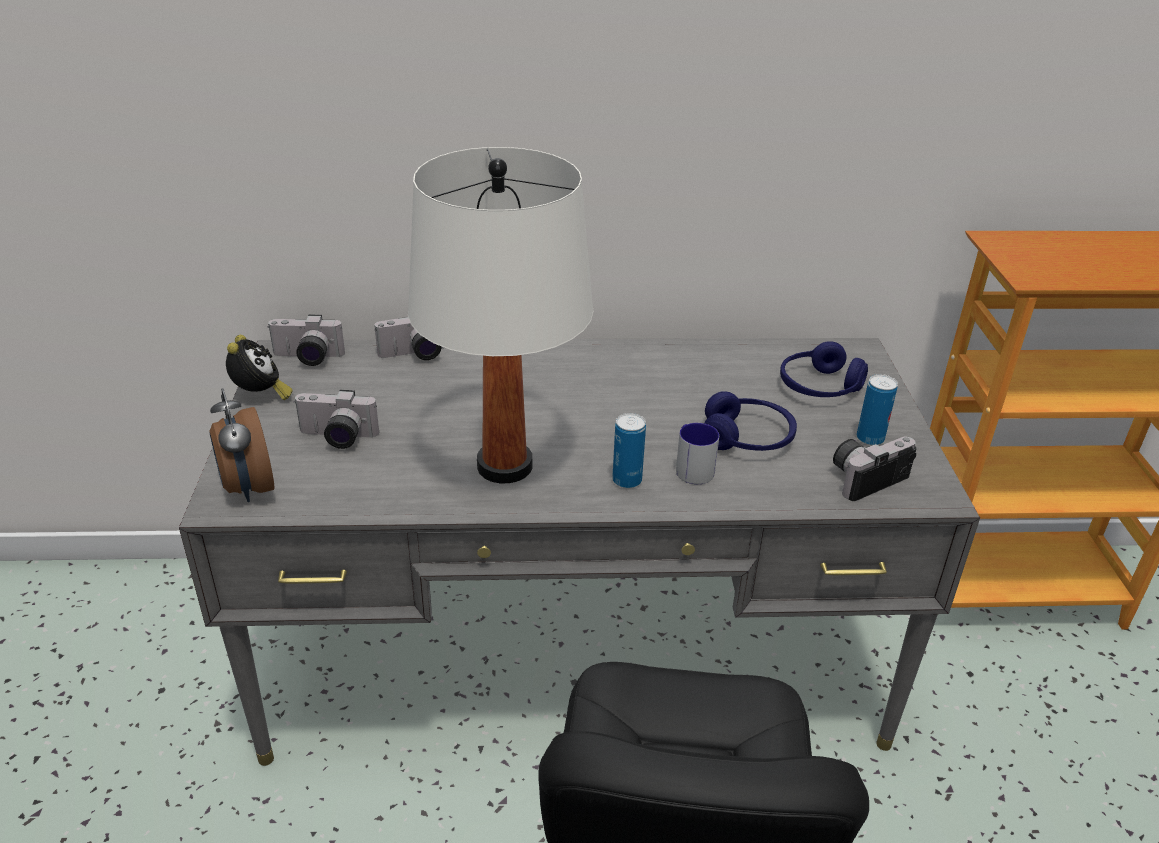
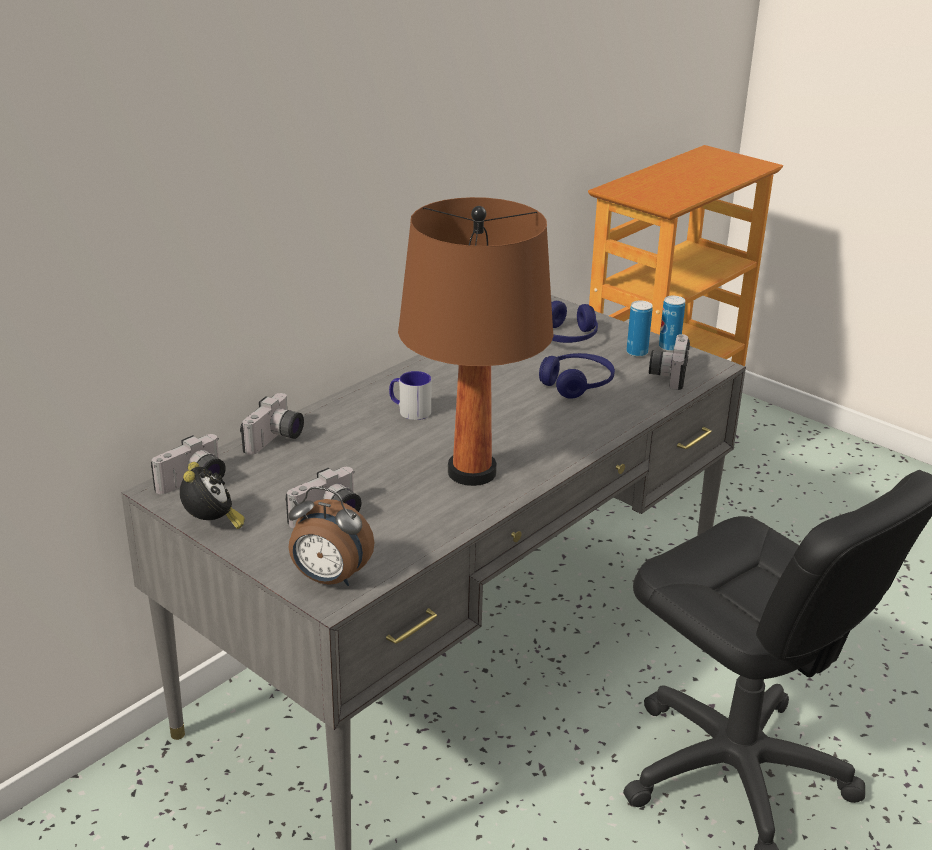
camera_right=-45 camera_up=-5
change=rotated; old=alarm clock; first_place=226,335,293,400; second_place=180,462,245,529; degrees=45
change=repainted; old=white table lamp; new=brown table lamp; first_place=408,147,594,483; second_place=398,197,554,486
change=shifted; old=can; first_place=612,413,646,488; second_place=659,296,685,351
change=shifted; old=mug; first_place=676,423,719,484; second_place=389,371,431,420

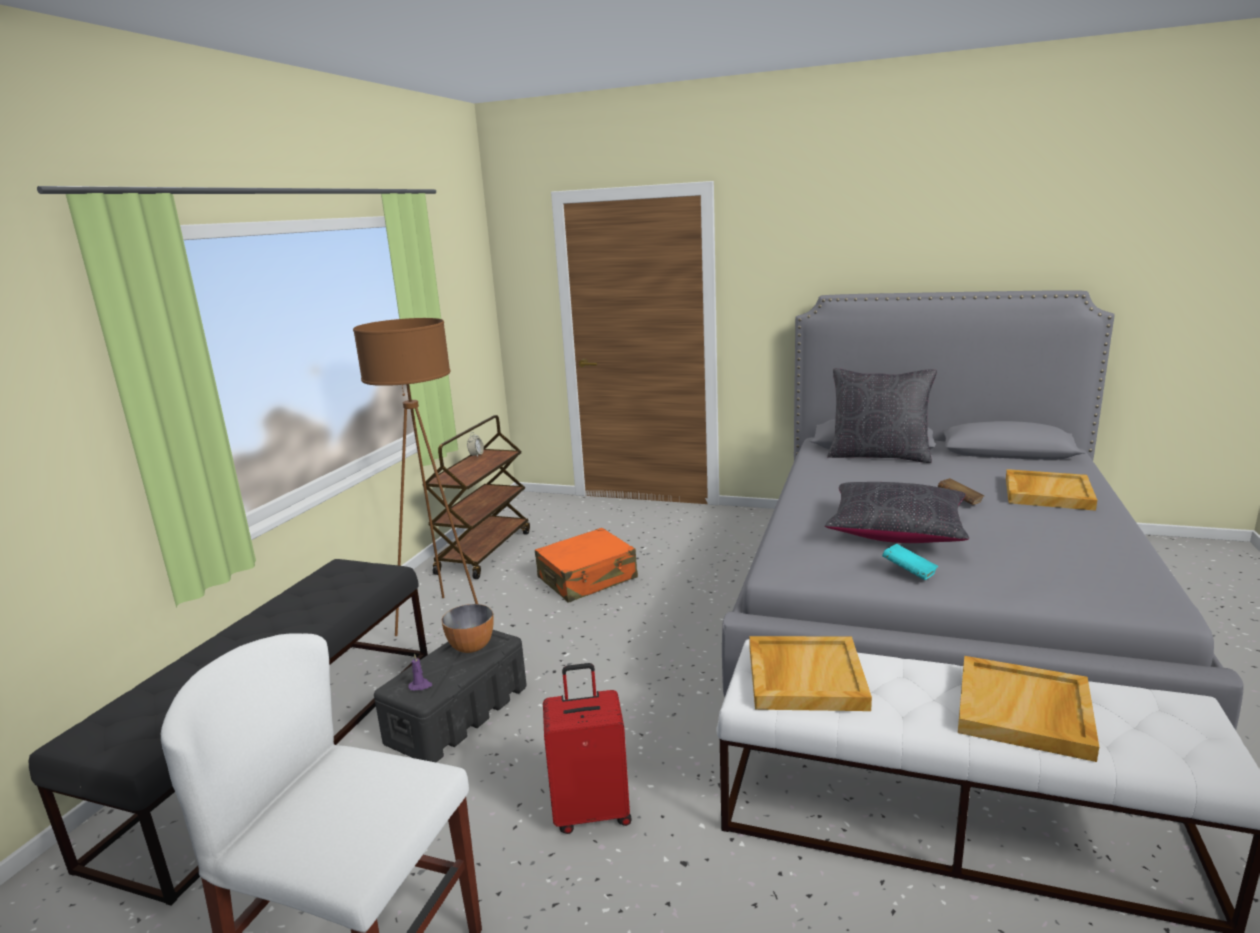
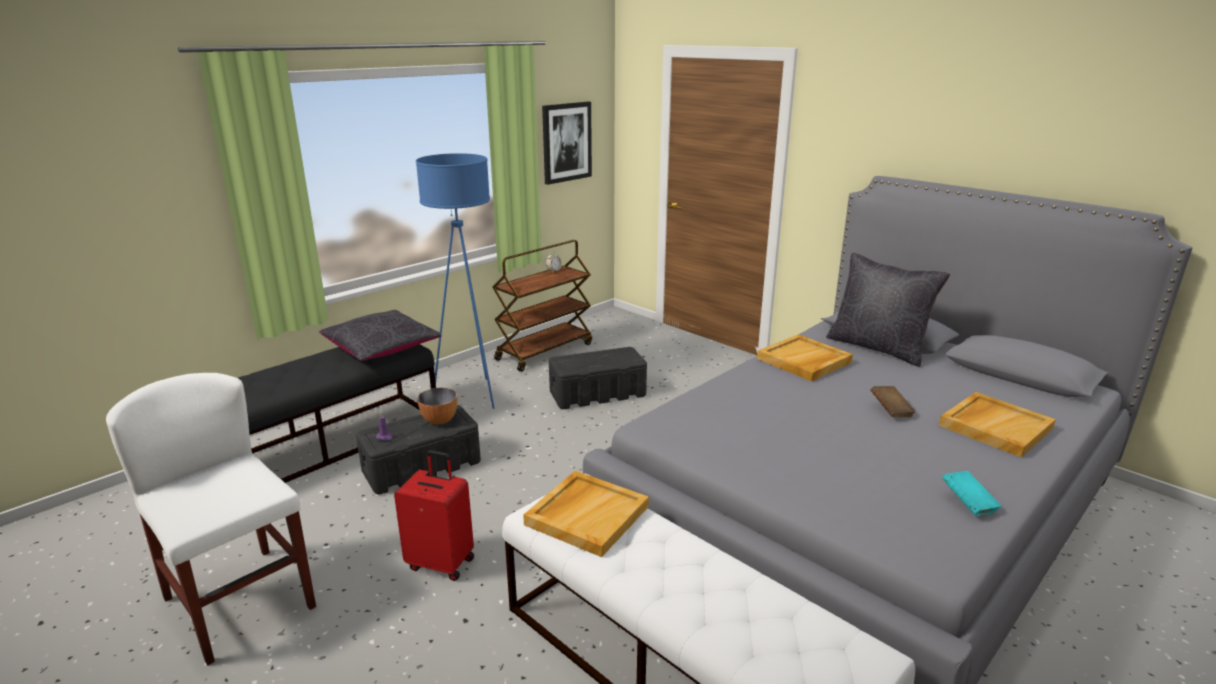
camera_right=25 camera_up=5
change=repainted; old=brown floor lamp; new=blue floor lamp; first_place=353,318,478,636; second_place=416,153,495,409
change=swapped; old=orange suitcase; new=black storage box; first_place=535,528,638,603; second_place=549,347,647,409
change=shifted; old=black pillow; first_place=825,482,969,543; second_place=319,310,442,361
change=shifted; old=turquoise book; first_place=882,544,938,580; second_place=942,471,1001,516
change=shifted; old=beige tray; first_place=958,656,1099,762; second_place=757,334,853,382
change=new; new=picture; second_place=542,102,592,185

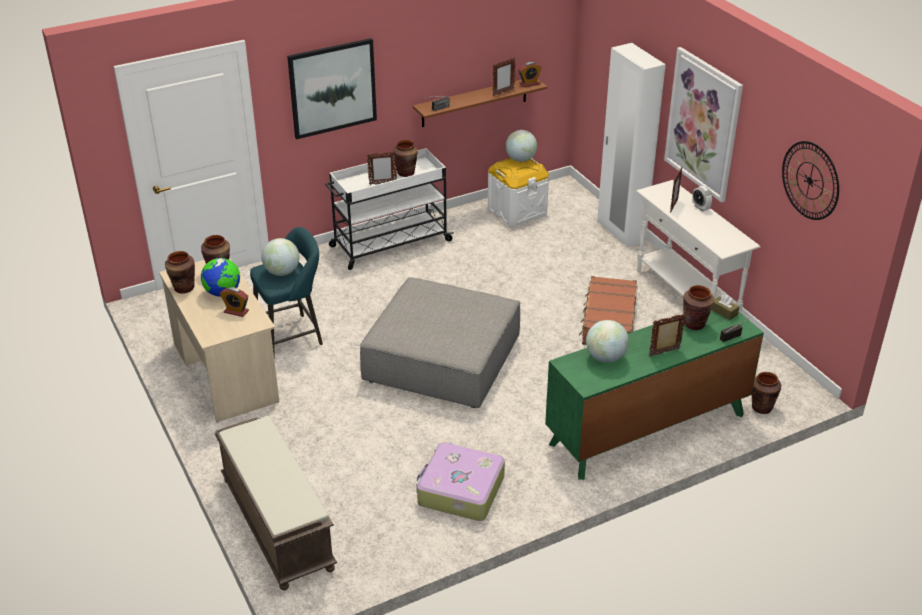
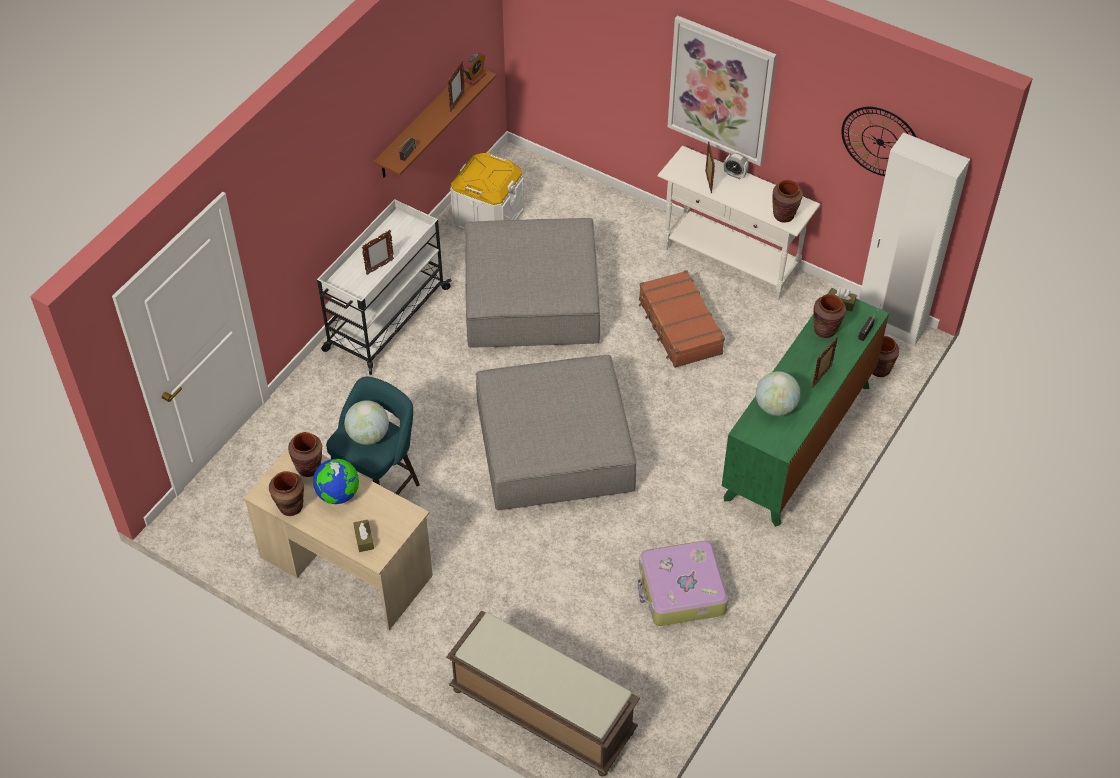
camera_right=-30 camera_up=15
change=gone; old=alarm clock; first_place=220,287,249,317
change=gone; old=picture; first_place=287,38,377,139
change=shifted; old=brown vase; first_place=393,140,418,177; second_place=772,180,803,223
change=gone; old=globe; first_place=506,130,537,162
change=shifted; old=white wardrobe; first_place=597,43,666,247; second_place=859,132,970,346
change=new; new=brown tissue box; second_place=353,520,374,552
change=new; new=grey ottoman; second_place=465,218,600,348

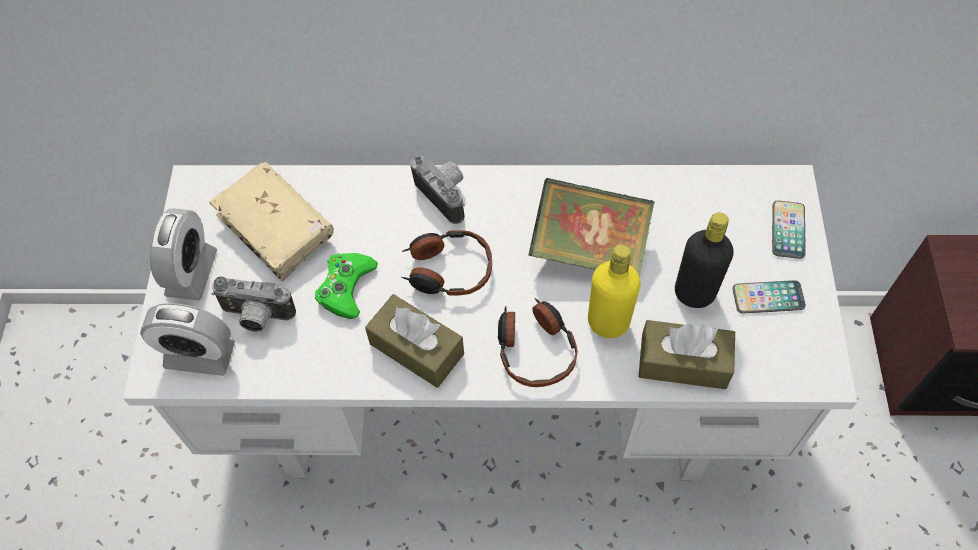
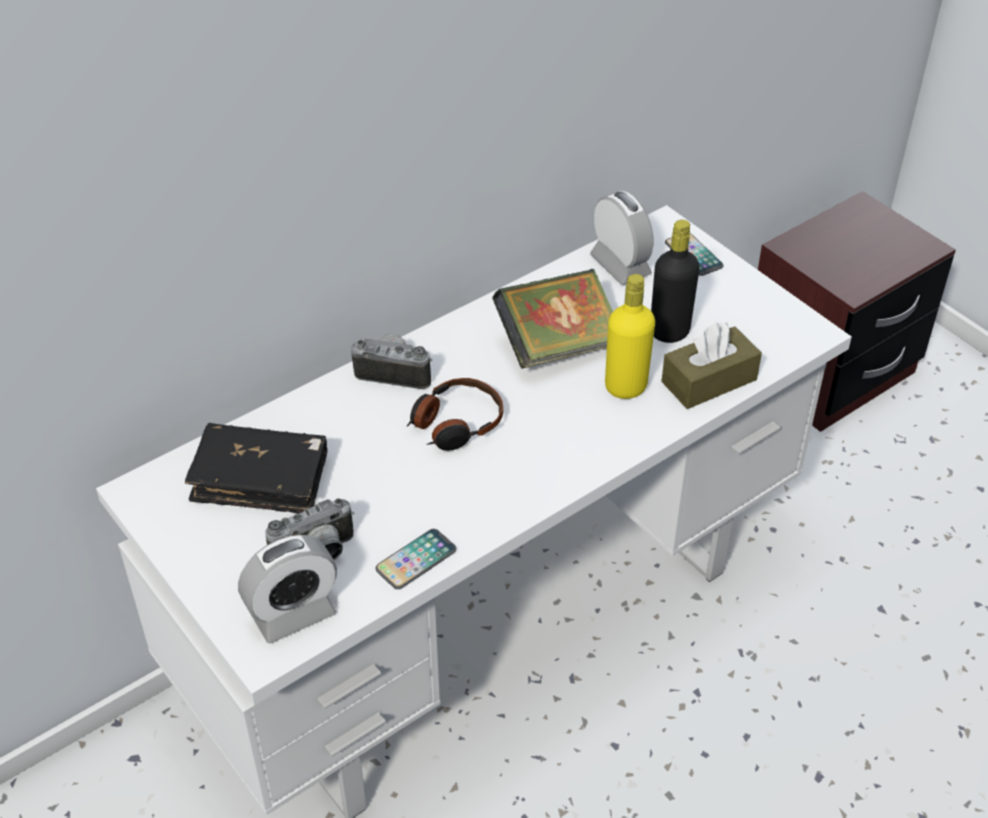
camera_right=-40 camera_up=-15
change=shifted; old=alarm clock; first_place=150,208,217,300; second_place=590,191,653,285
change=repainted; old=beige book; new=black book; first_place=210,162,334,281; second_place=185,423,328,514
change=gone; old=green game controller; first_place=315,253,378,319
change=gone; old=brown tissue box; first_place=365,294,464,388
change=gone; old=headphones; first_place=498,298,578,387
change=shifted; old=phone; first_place=733,280,806,314; second_place=376,529,456,589

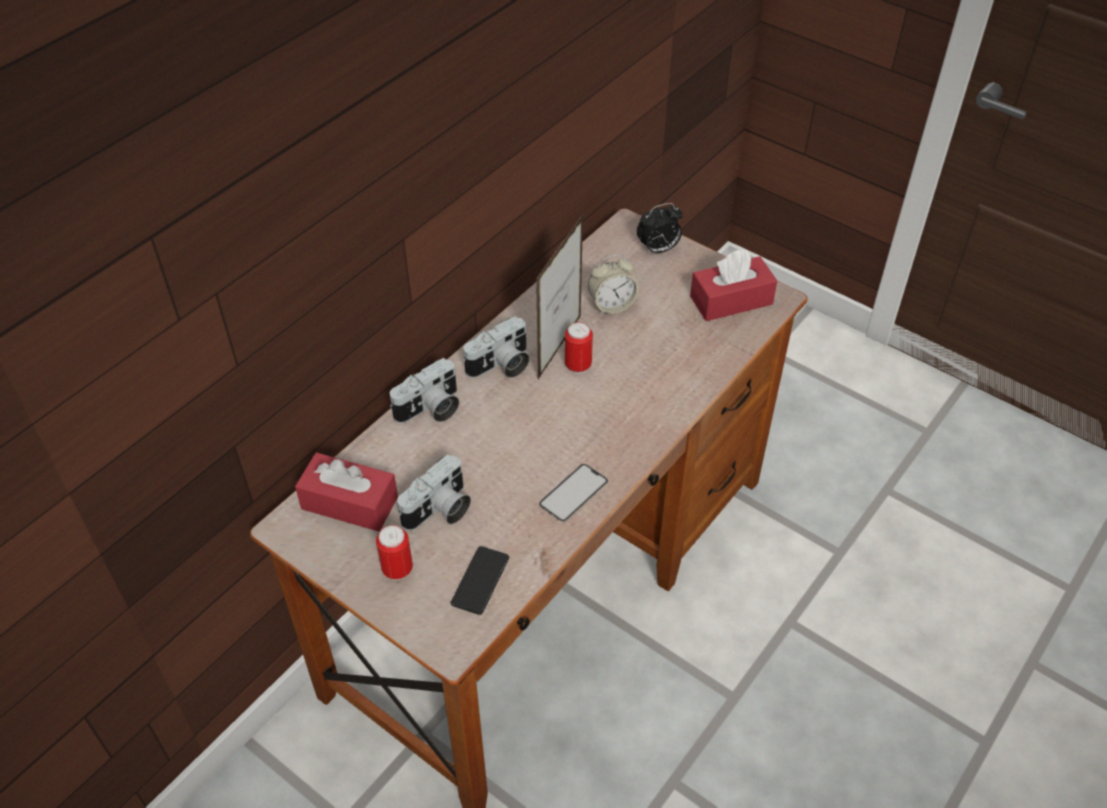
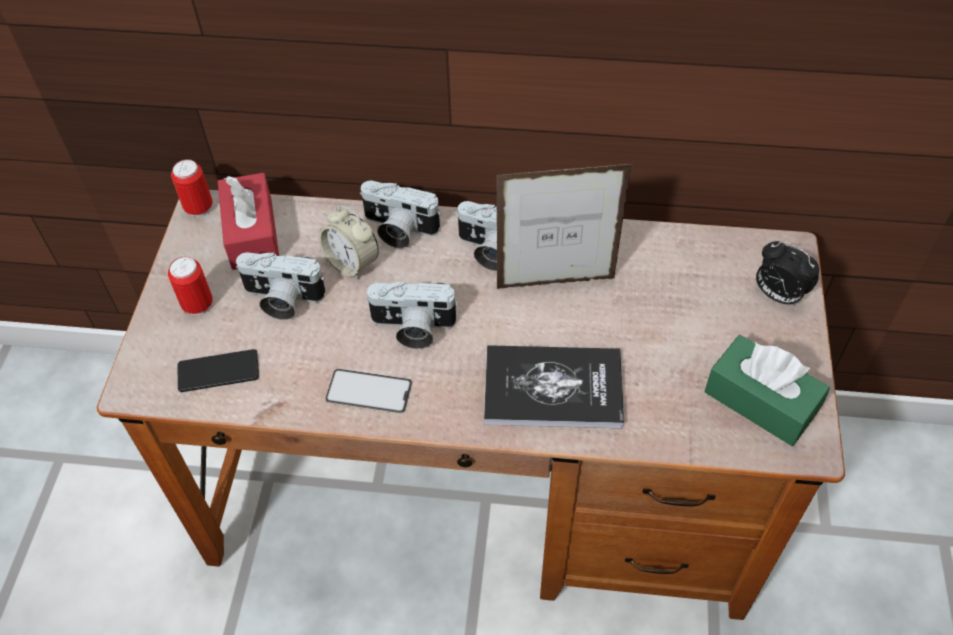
camera_right=60 camera_up=5
change=shifted; old=can; first_place=565,322,593,374; second_place=171,159,213,217
change=shifted; old=alarm clock; first_place=588,254,639,314; second_place=319,205,379,280
change=repainted; old=red tissue box; new=green tissue box; first_place=690,249,777,321; second_place=705,335,830,446
change=new; new=photo camera; second_place=365,281,459,349
change=new; new=book; second_place=484,345,624,428

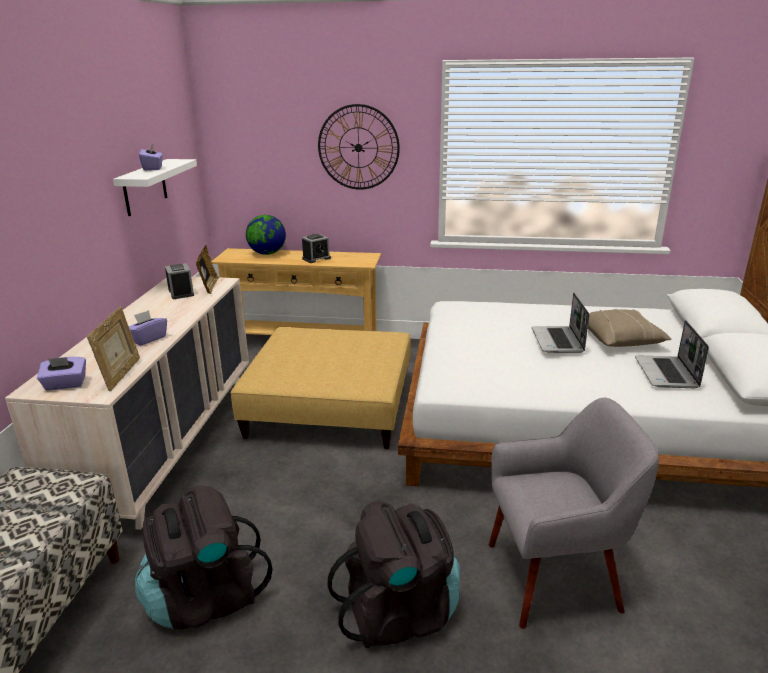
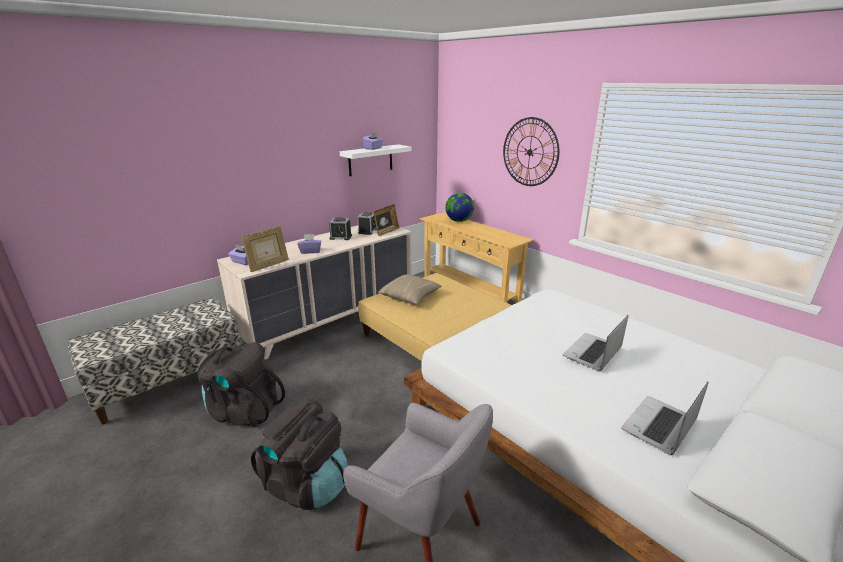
camera_right=40 camera_up=0
change=shifted; old=alarm clock; first_place=302,234,331,263; second_place=329,217,352,240
change=shifted; old=beige pillow; first_place=588,309,672,347; second_place=378,274,442,305

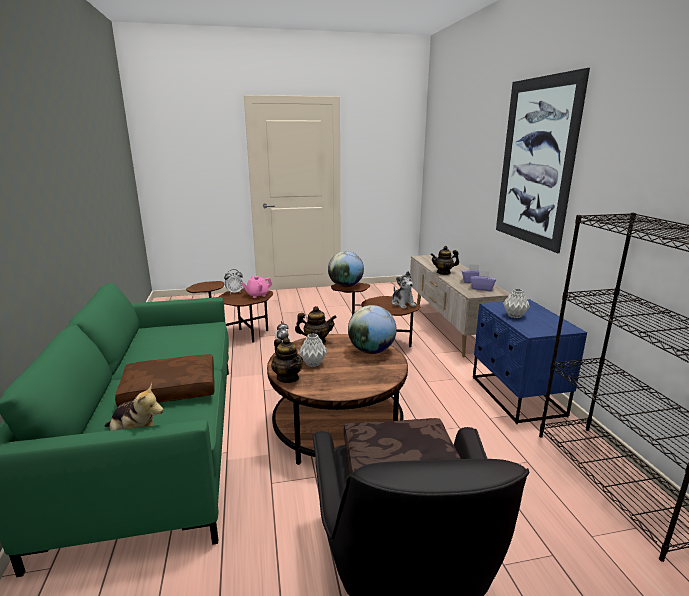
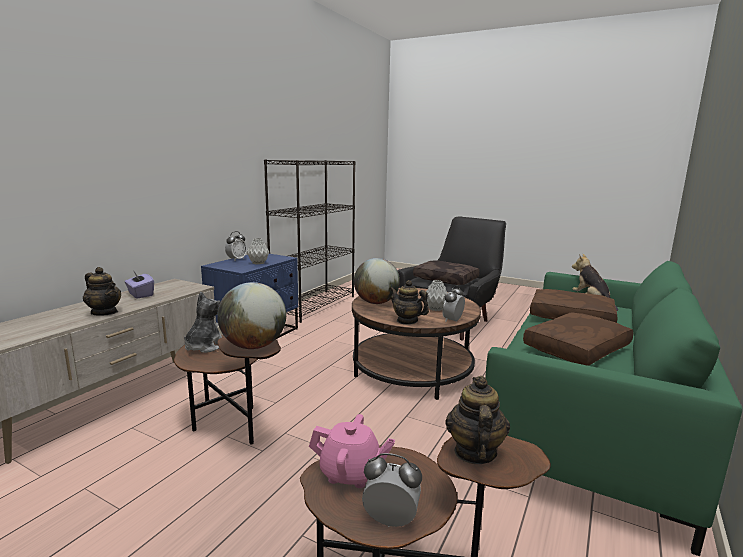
camera_right=-140 camera_up=-5
change=shifted; old=teapot; first_place=271,337,303,383; second_place=445,376,510,464
change=gone; old=purple tissue box; first_place=470,270,496,291
change=gone; old=picture; first_place=496,68,590,253
change=new; new=alarm clock; second_place=225,231,247,260
change=new; new=brown pillow; second_place=523,312,633,366

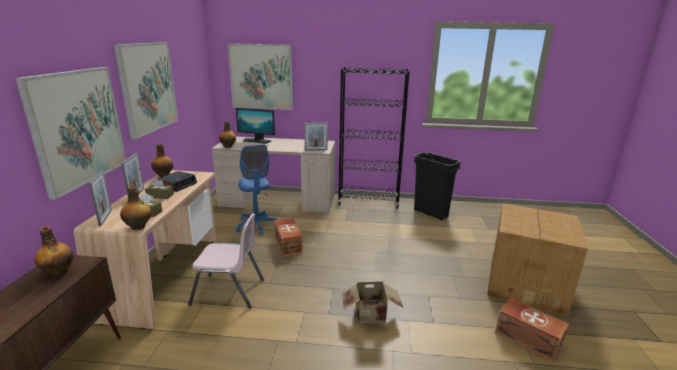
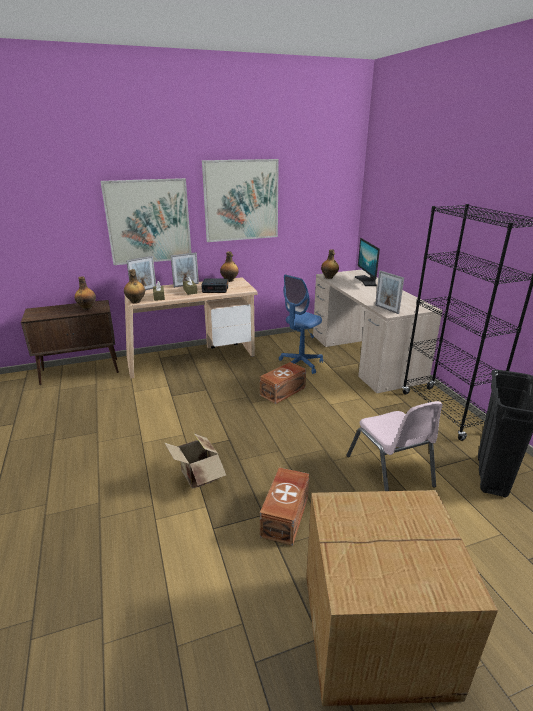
camera_right=65 camera_up=5
change=shifted; old=pink chair; first_place=188,213,264,309; second_place=347,401,443,491
change=gone; old=picture; first_place=227,43,293,110
change=shifted; old=brown storage box; first_place=495,298,569,362; second_place=260,467,309,546

